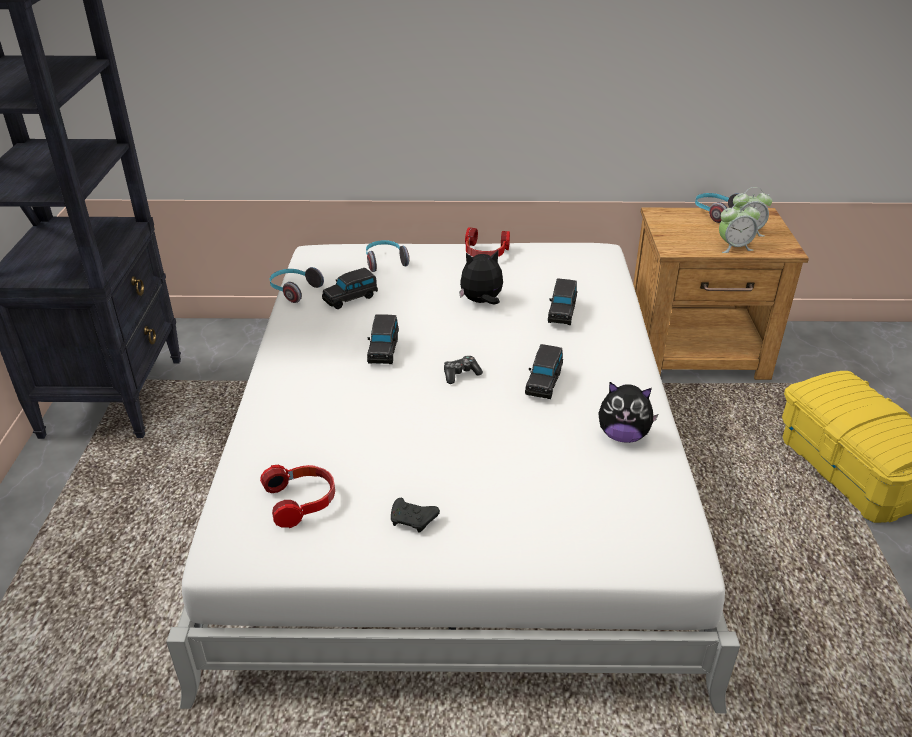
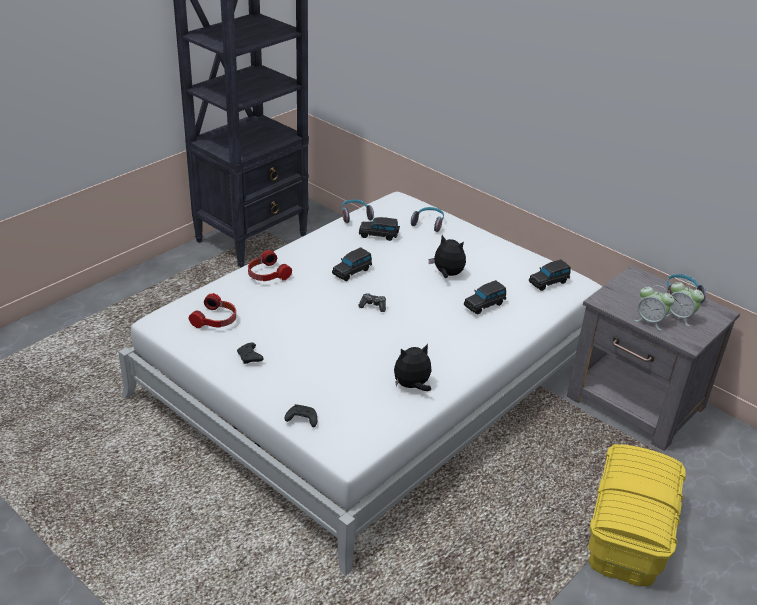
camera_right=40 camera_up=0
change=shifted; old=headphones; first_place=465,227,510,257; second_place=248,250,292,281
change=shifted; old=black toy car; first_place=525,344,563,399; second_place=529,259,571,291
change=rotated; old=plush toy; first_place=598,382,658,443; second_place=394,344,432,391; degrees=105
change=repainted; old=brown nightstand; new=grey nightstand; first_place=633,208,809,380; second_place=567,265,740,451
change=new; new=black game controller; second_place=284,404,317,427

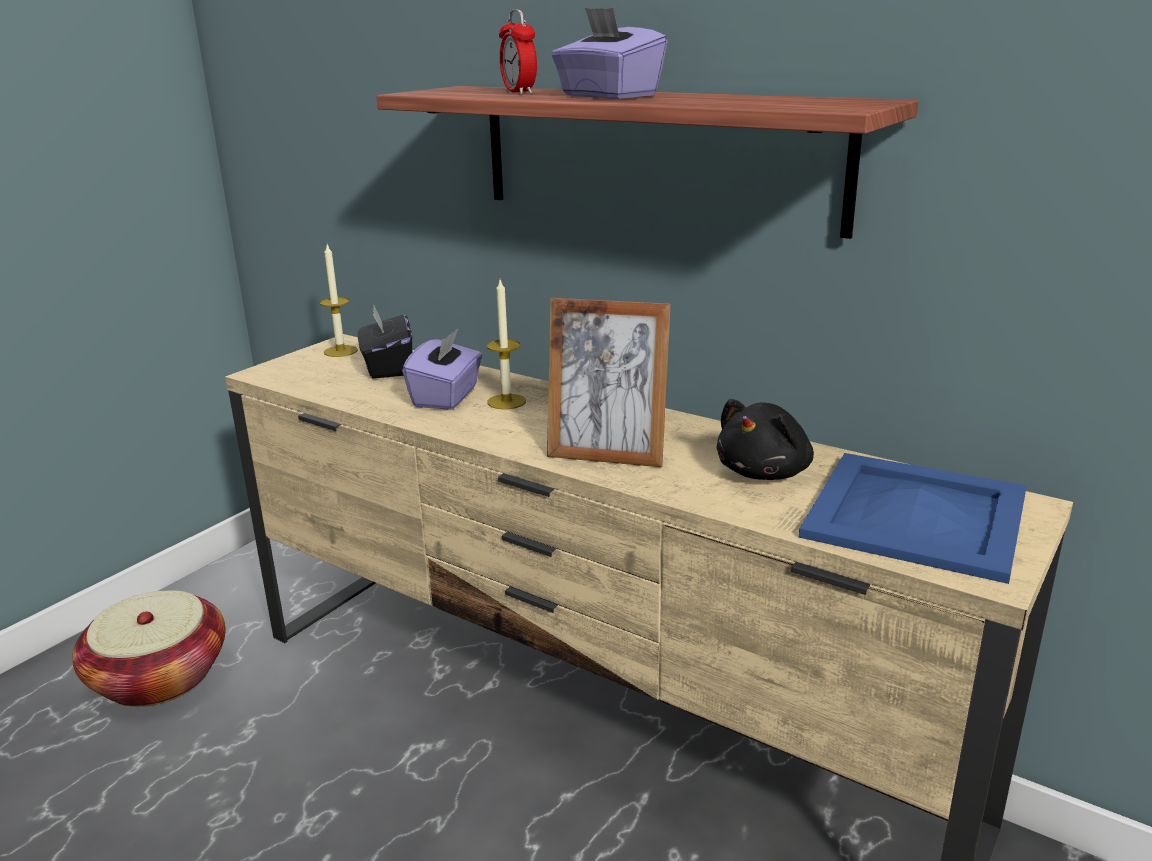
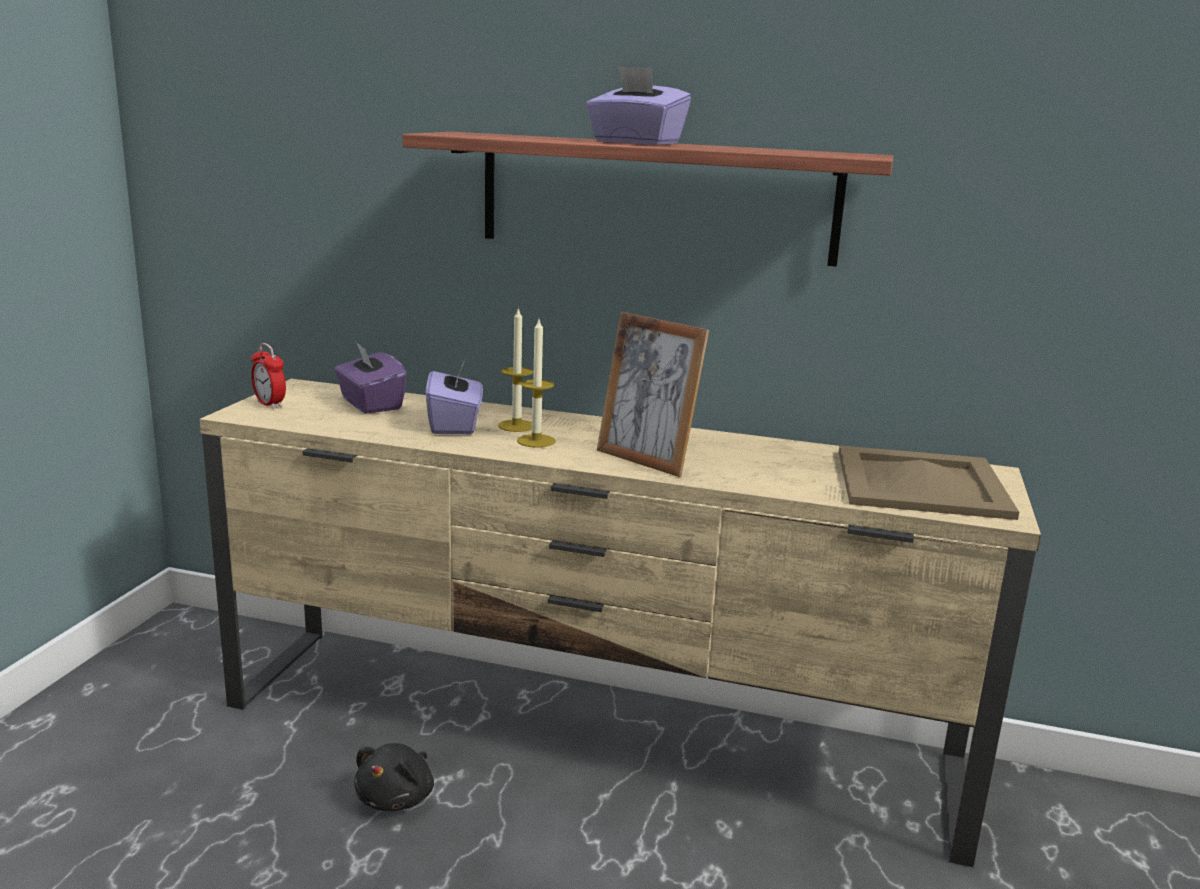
camera_right=-20 camera_up=-5
change=gone; old=basket; first_place=72,590,225,707
change=shifted; old=candle; first_place=320,245,358,357; second_place=517,319,556,448
change=repainted; old=black tissue box; new=purple tissue box; first_place=358,305,412,379; second_place=334,342,407,414
change=shifted; old=alarm clock; first_place=499,9,537,94; second_place=251,343,286,409
change=rotated; old=picture frame; first_place=547,298,671,467; second_place=597,312,709,477; degrees=45
change=shifted; old=black plush toy; first_place=716,399,814,480; second_place=354,743,434,811
change=repainted; old=blue tray; new=beige tray; first_place=799,453,1027,584; second_place=839,445,1019,520

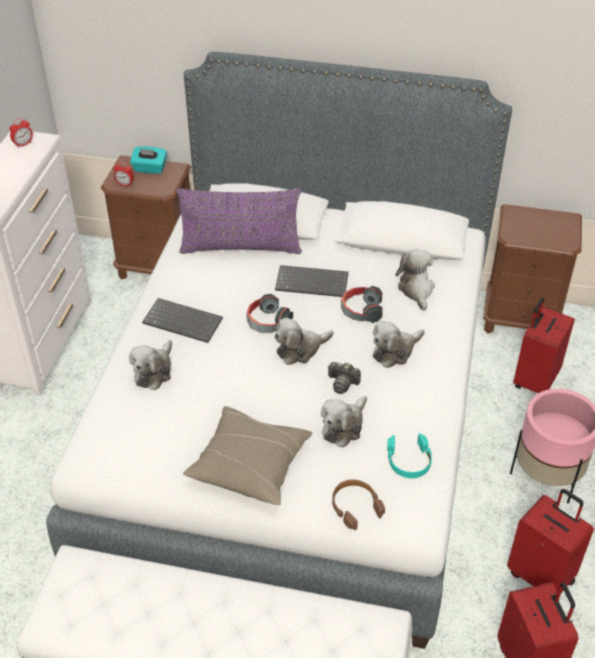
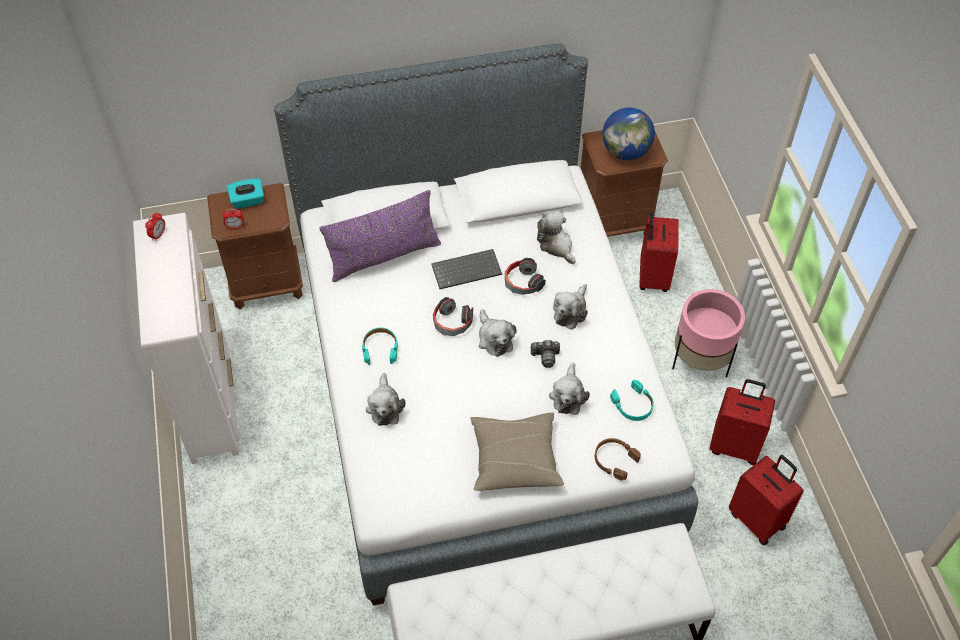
camera_right=-25 camera_up=10
change=swapped; old=keyboard; new=turquoise headphones; first_place=142,298,223,343; second_place=362,327,398,365
change=rotated; old=plush toy; first_place=274,318,334,365; second_place=479,309,517,357; degrees=-60
change=new; new=globe; second_place=602,107,655,160

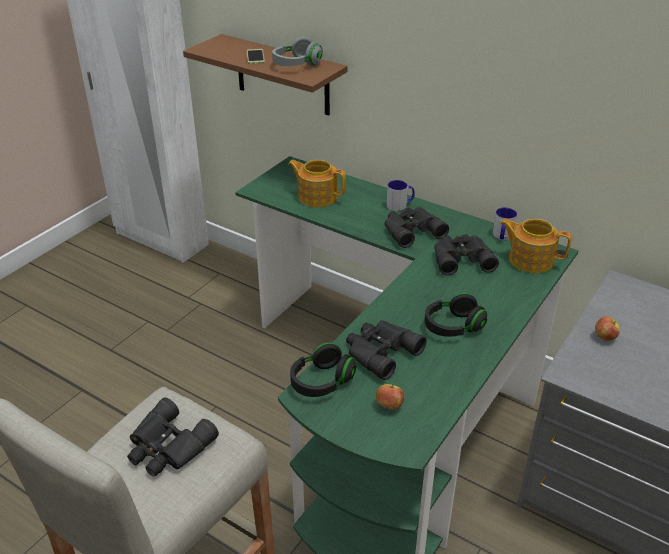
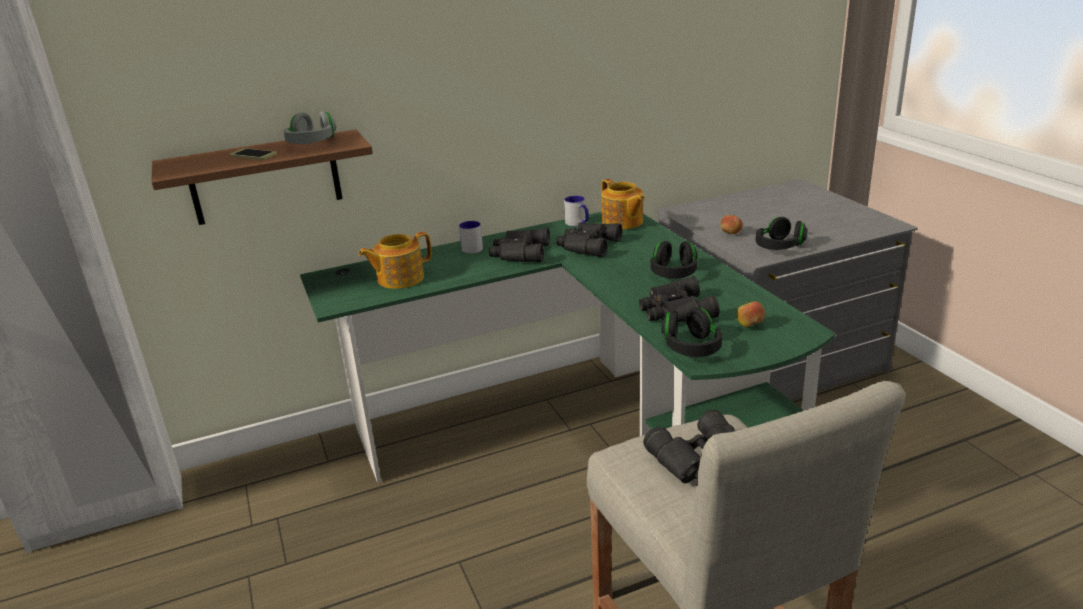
camera_right=-55 camera_up=-10
change=rotated; old=teapot; first_place=500,219,572,273; second_place=601,179,645,230; degrees=-90
change=new; new=black headphones; second_place=756,217,808,250

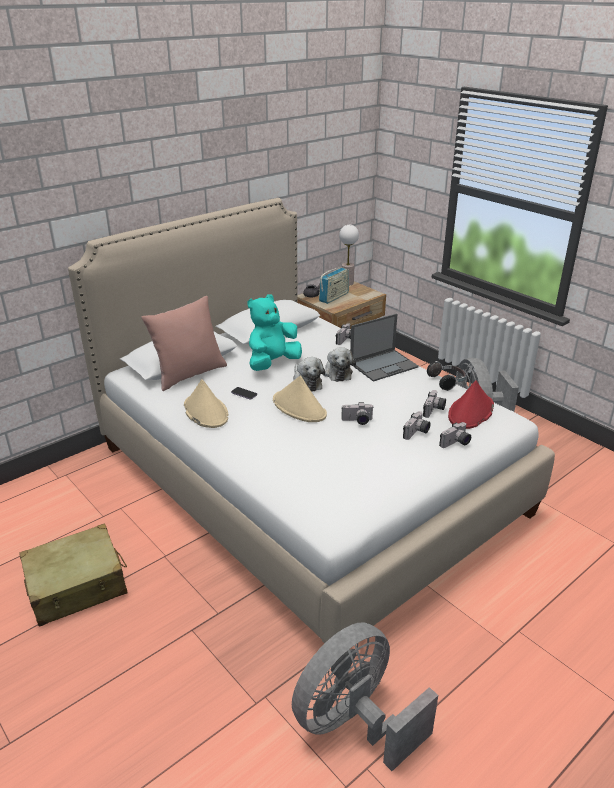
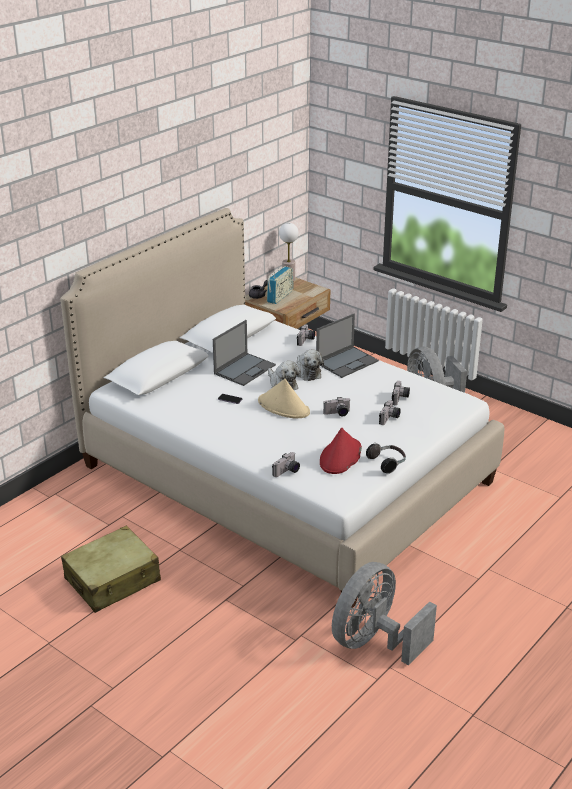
camera_right=-10 camera_up=0
change=gone; old=pink pillow; first_place=141,296,227,391
change=gone; old=beige hat; first_place=184,379,228,428
change=swapped; old=turquoise plush toy; new=laptop; first_place=248,294,302,371; second_place=213,320,276,386
change=shifted; old=headphones; first_place=427,361,466,391; second_place=366,443,406,474
change=shifted; old=photo camera; first_place=439,422,471,448; second_place=272,452,300,477
change=shifted; old=red hat; first_place=448,380,494,429; second_place=320,428,362,474

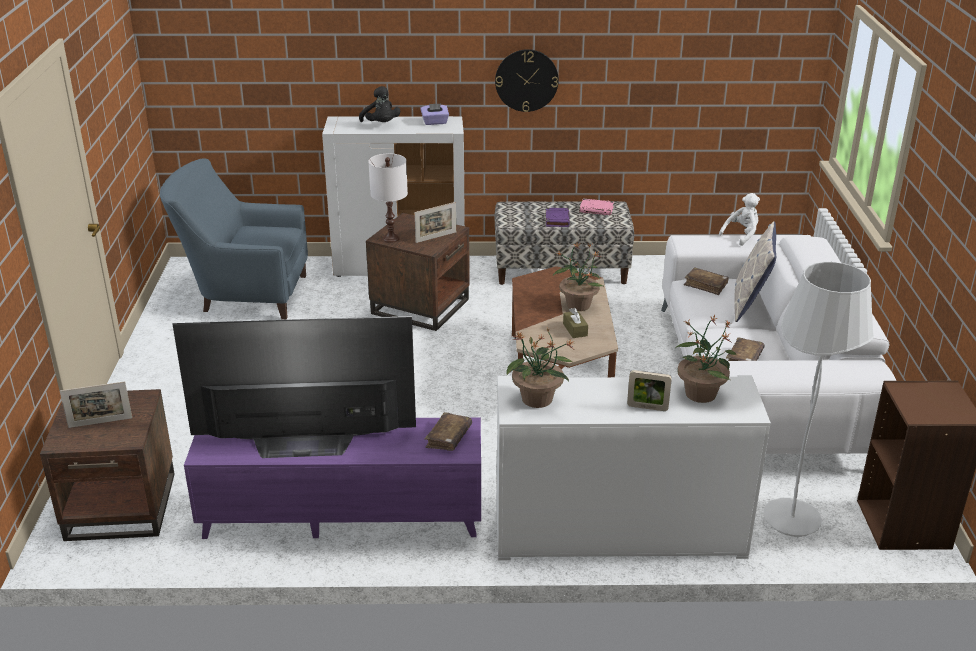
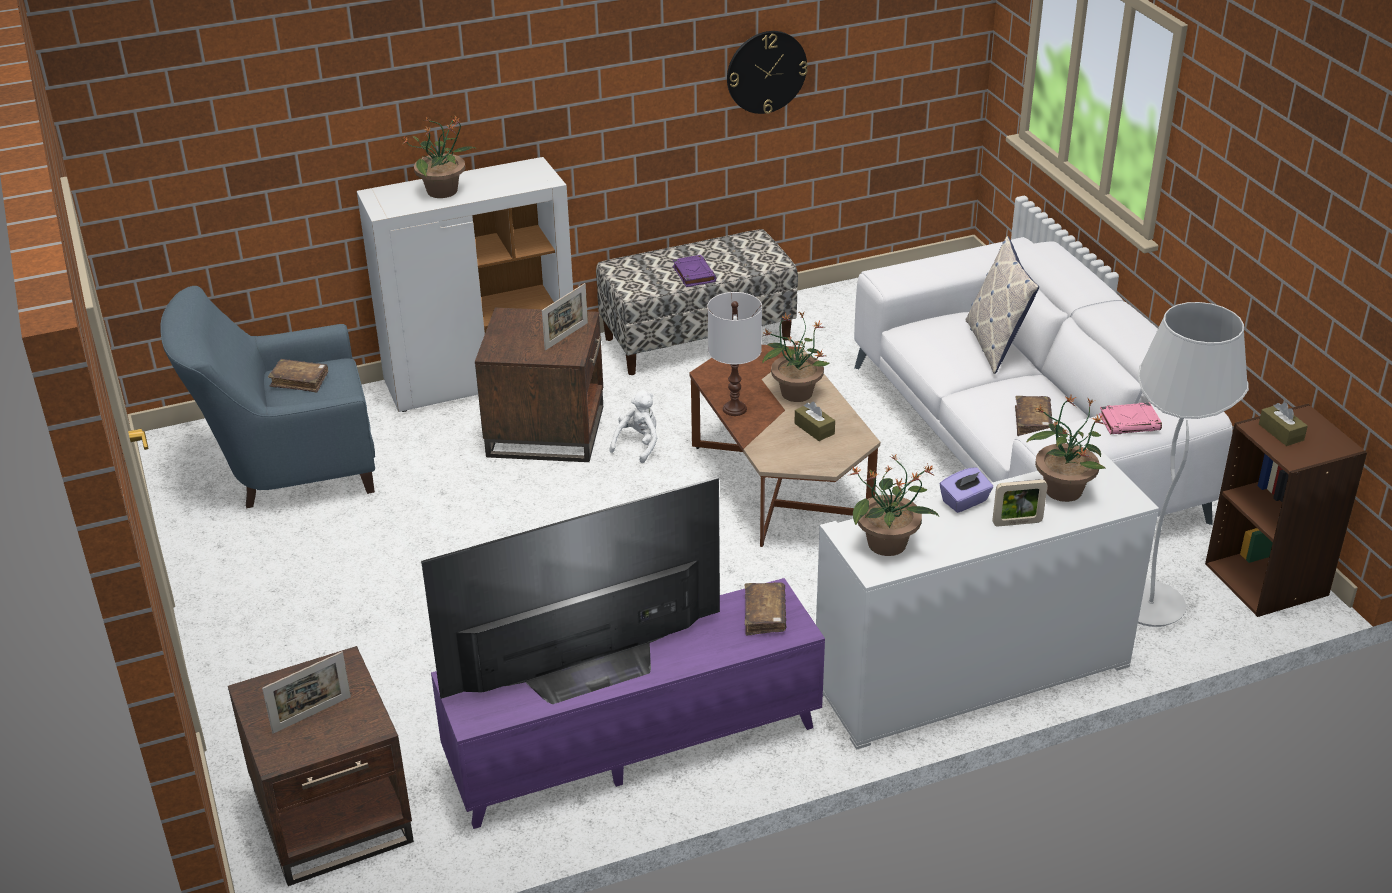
camera_right=-20 camera_up=5
change=swapped; old=black plush toy; new=potted plant; first_place=359,86,400,122; second_place=401,115,477,198
change=shifted; old=white table lamp; first_place=368,153,408,243; second_place=707,292,762,416
change=shifted; old=purple tissue box; first_place=420,103,449,125; second_place=940,467,993,513
change=shifted; old=wall clock; first_place=495,49,559,112; second_place=727,31,808,114
change=shifted; old=pink book; first_place=579,199,614,215; second_place=1099,403,1162,434
change=shifted; old=brown book; first_place=684,268,729,295; second_place=268,359,328,392
change=shifted; old=white plush toy; first_place=719,193,760,246; second_place=609,390,657,463
change=new; new=brown tissue box; second_place=1259,402,1308,446

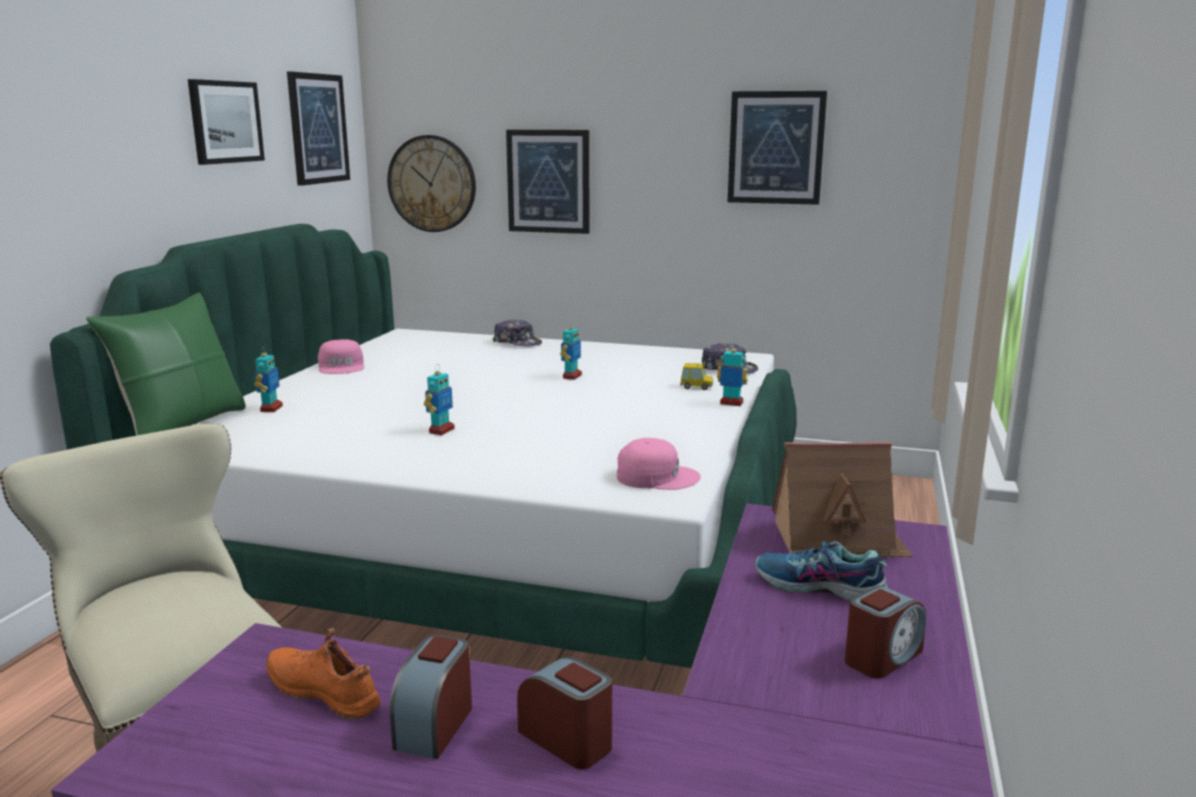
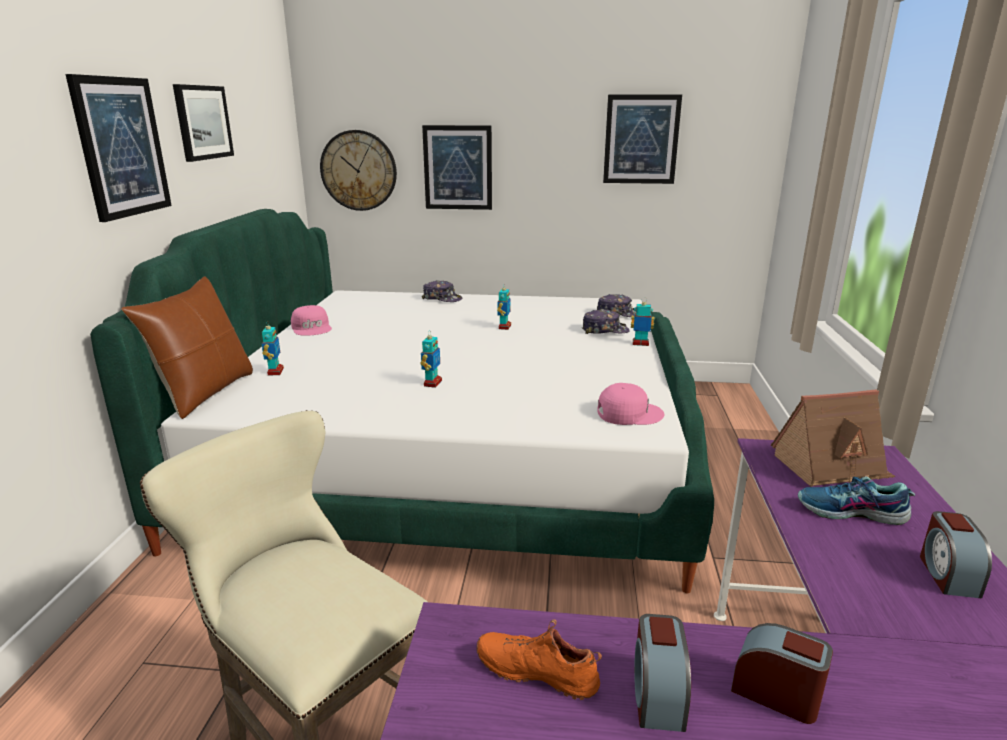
camera_right=-10 camera_up=5
change=repainted; old=green pillow; new=brown pillow; first_place=86,293,246,436; second_place=121,276,253,419
change=shifted; old=picture; first_place=287,72,350,186; second_place=65,74,172,222
change=swapped; old=toy car; new=cap; first_place=680,363,713,390; second_place=582,309,630,334
change=rotated; old=alarm clock; first_place=845,586,926,679; second_place=920,511,992,599; degrees=150

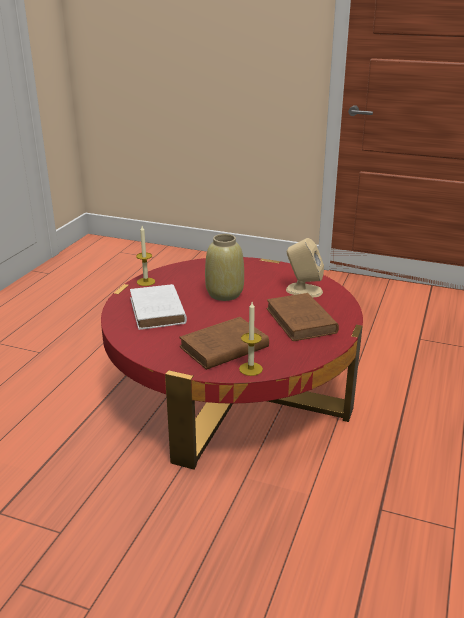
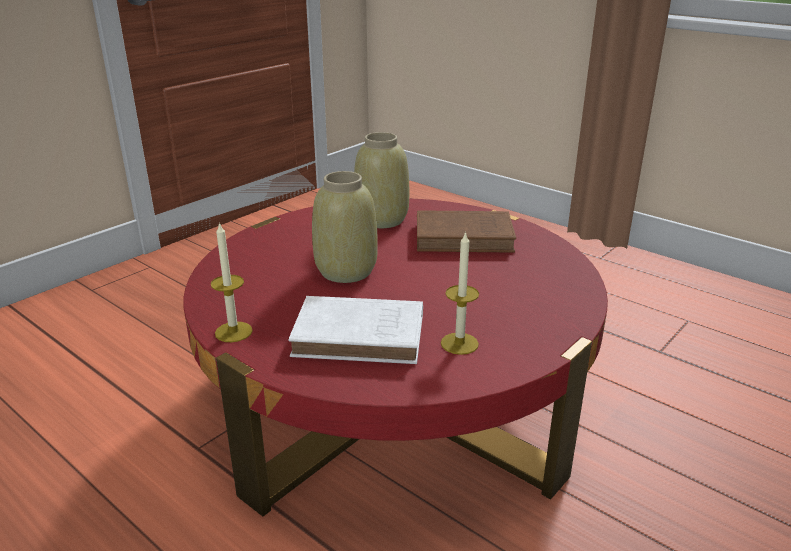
camera_right=-70 camera_up=0
change=gone; old=brown book; first_place=179,317,269,370
change=shifted; old=candle; first_place=239,302,263,376; second_place=441,231,479,355
change=swapped; old=beige speaker; new=beige vase; first_place=286,238,324,297; second_place=354,132,409,228

